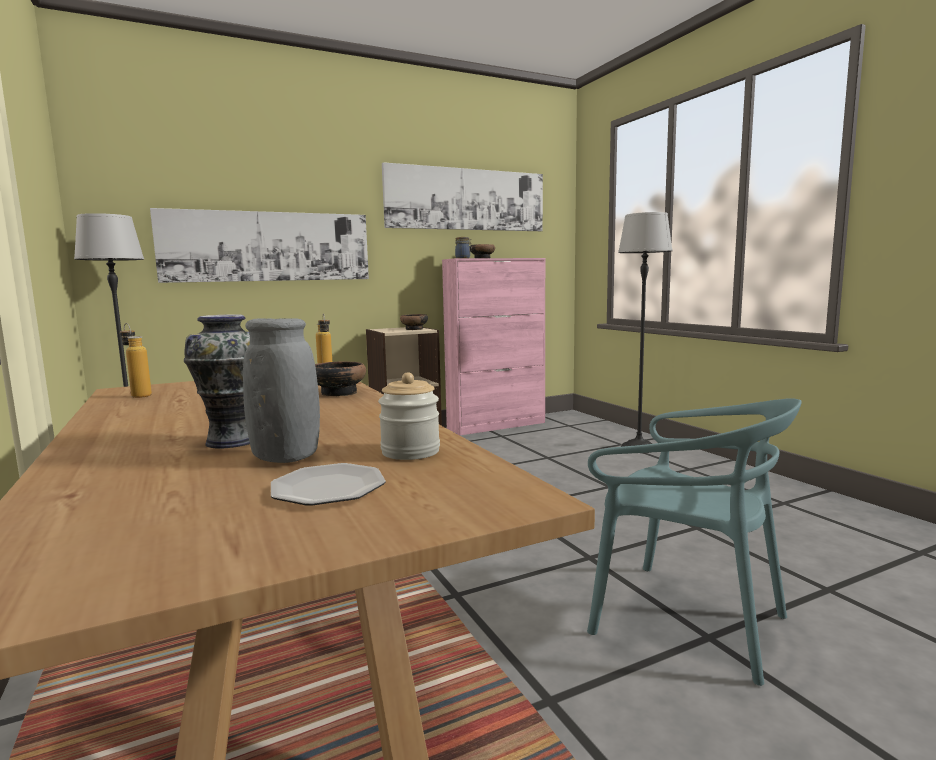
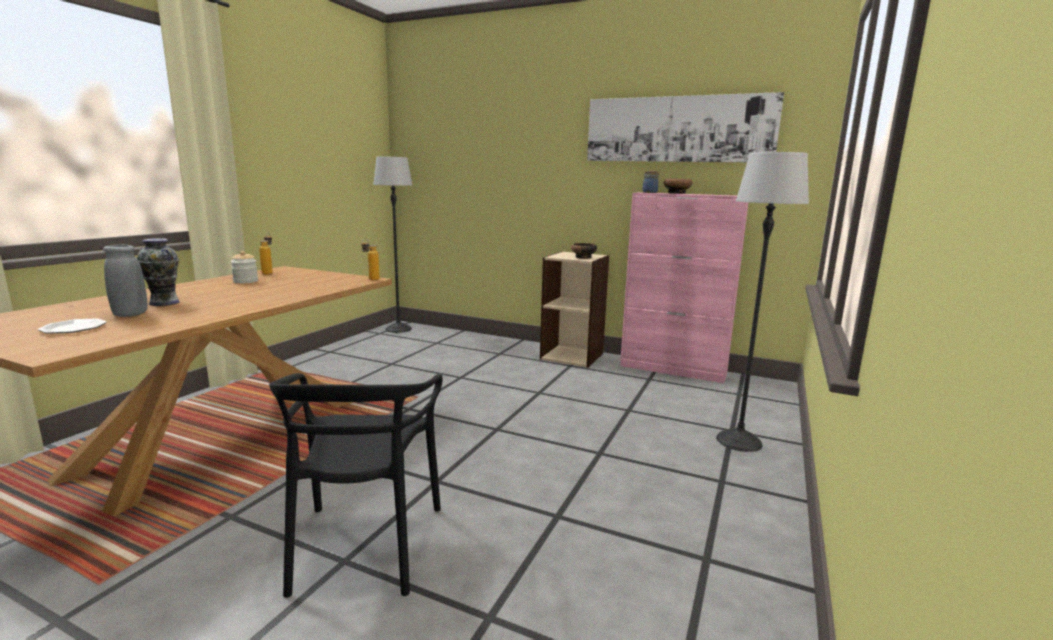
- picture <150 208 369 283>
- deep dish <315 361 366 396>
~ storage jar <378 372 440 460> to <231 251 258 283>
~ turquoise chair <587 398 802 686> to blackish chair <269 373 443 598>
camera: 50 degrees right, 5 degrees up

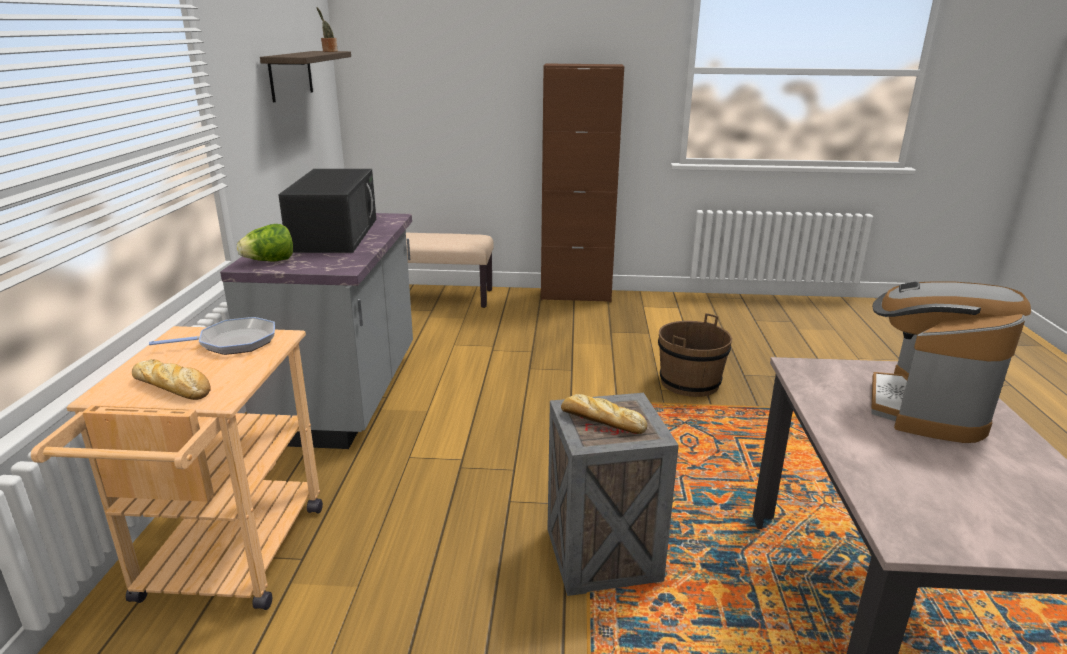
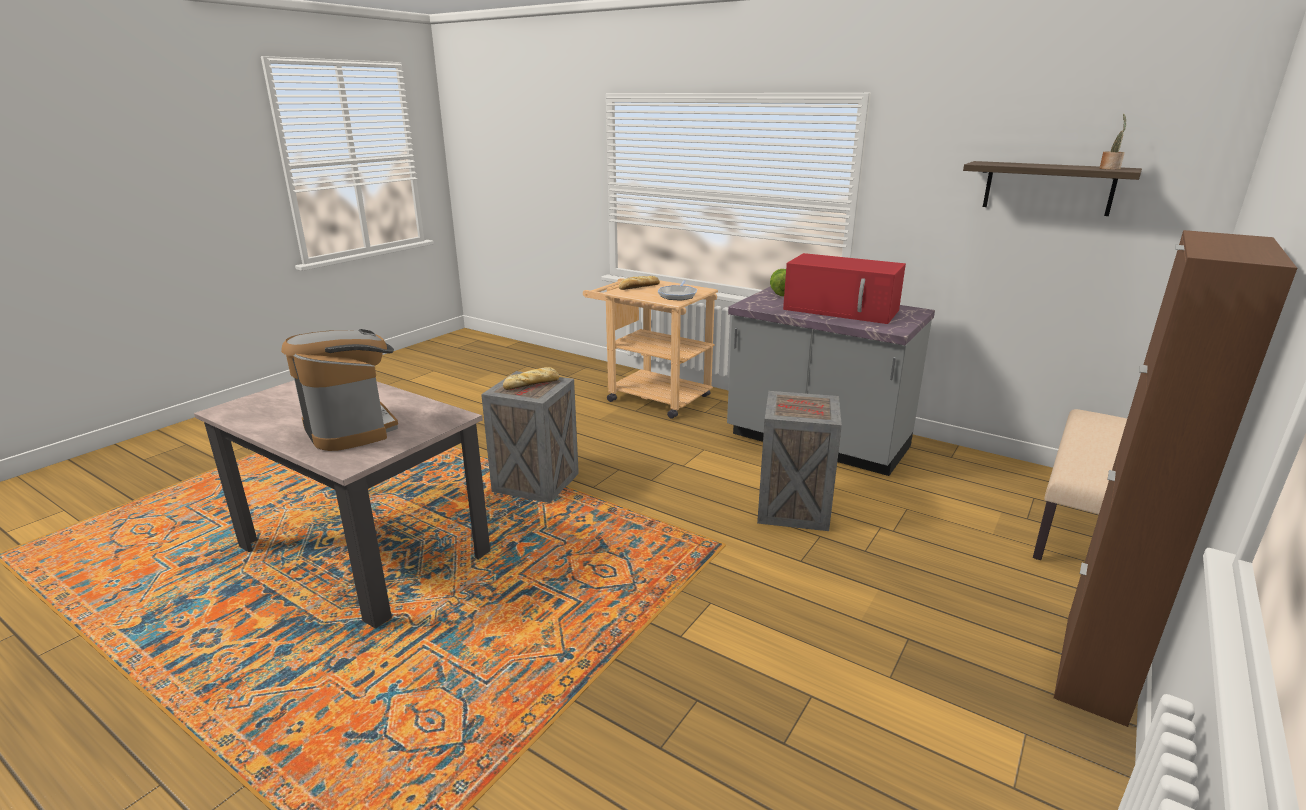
~ blackish kitchen microwave <278 169 376 253> to red-coloured kitchen microwave <783 253 906 324>
- brown-coloured bucket <658 313 732 397>
+ packing crate <757 391 842 531>
camera: 120 degrees right, 0 degrees up

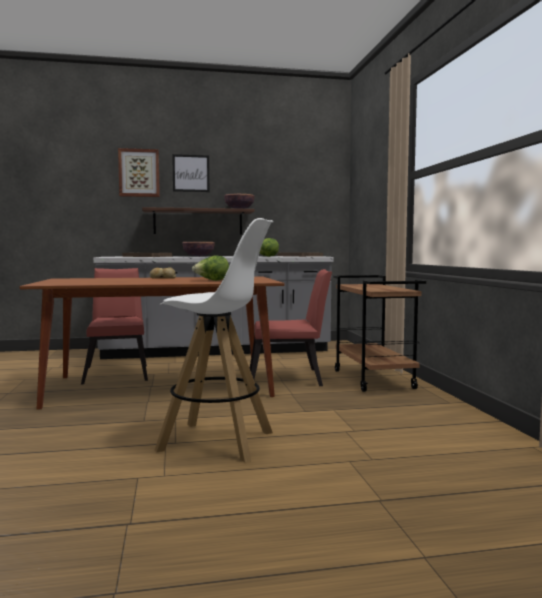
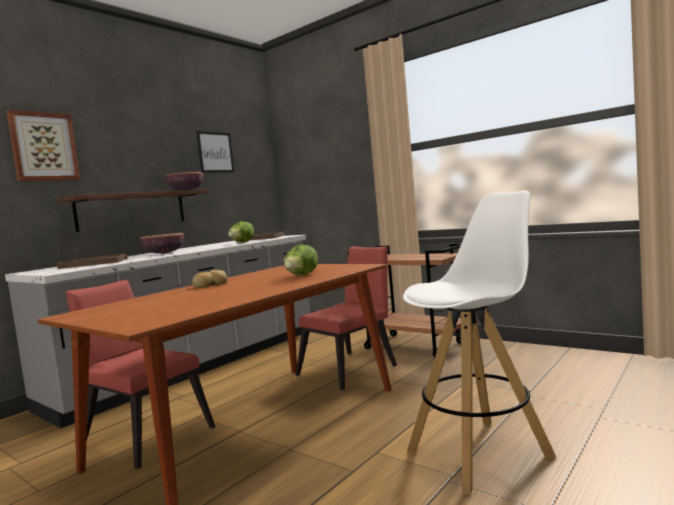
~ picture <172 154 209 192> to <196 131 234 173>
camera: 40 degrees left, 0 degrees up

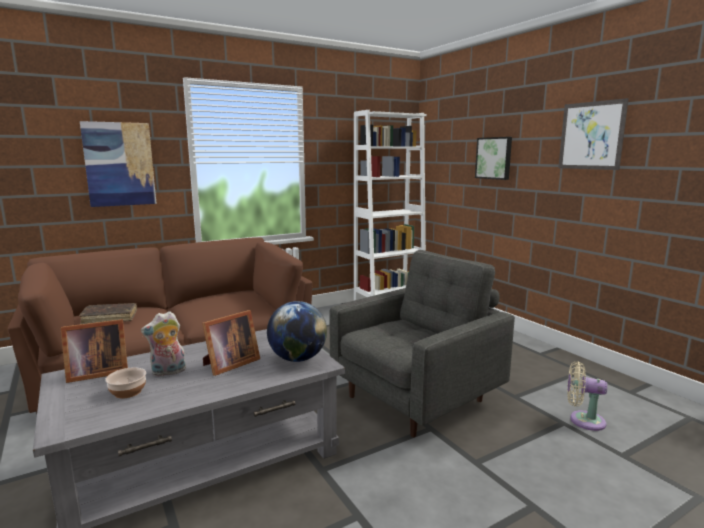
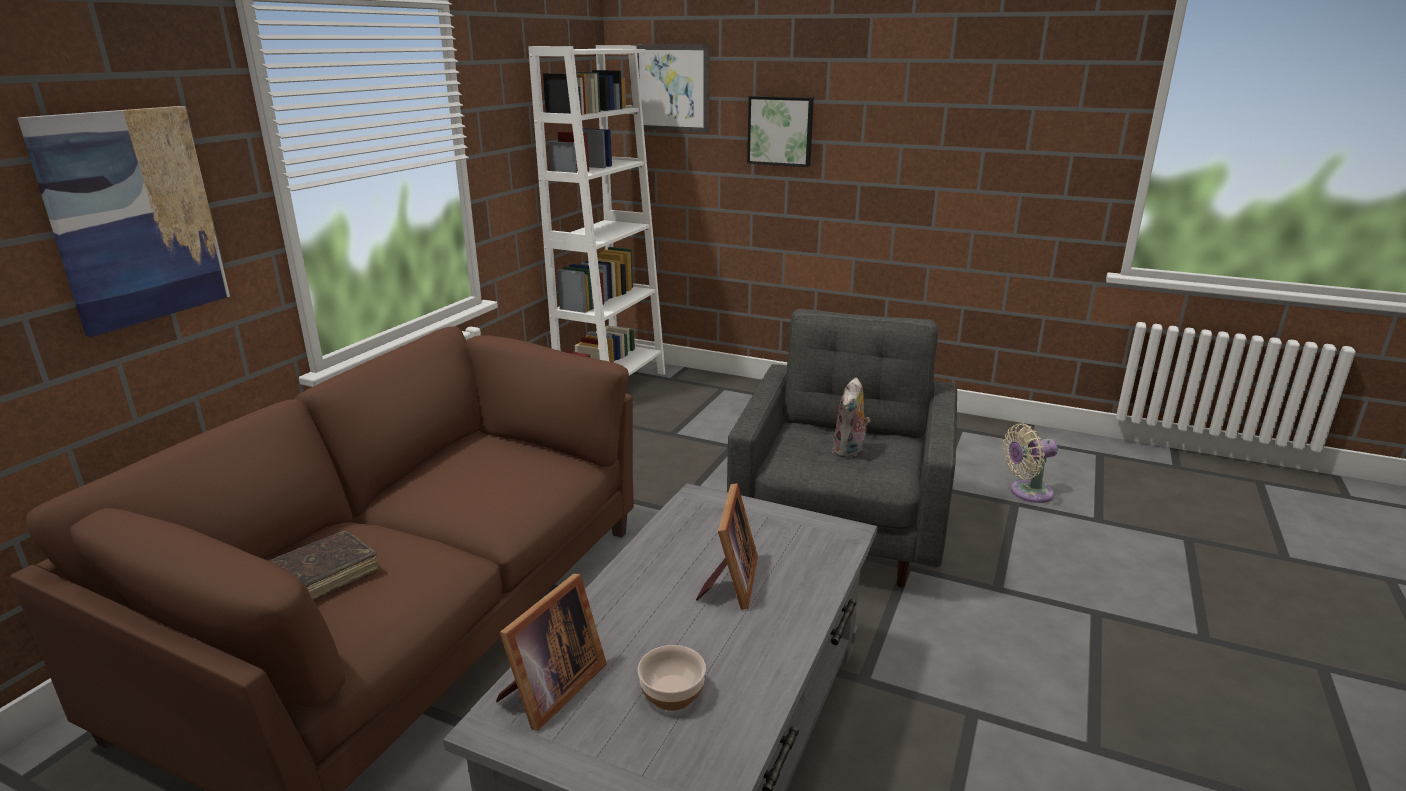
~ picture <558 98 629 170> to <634 44 709 133>
- globe <267 301 327 362>
~ cuddly toy <141 311 186 377> to <832 377 870 458>
camera: 35 degrees left, 10 degrees up

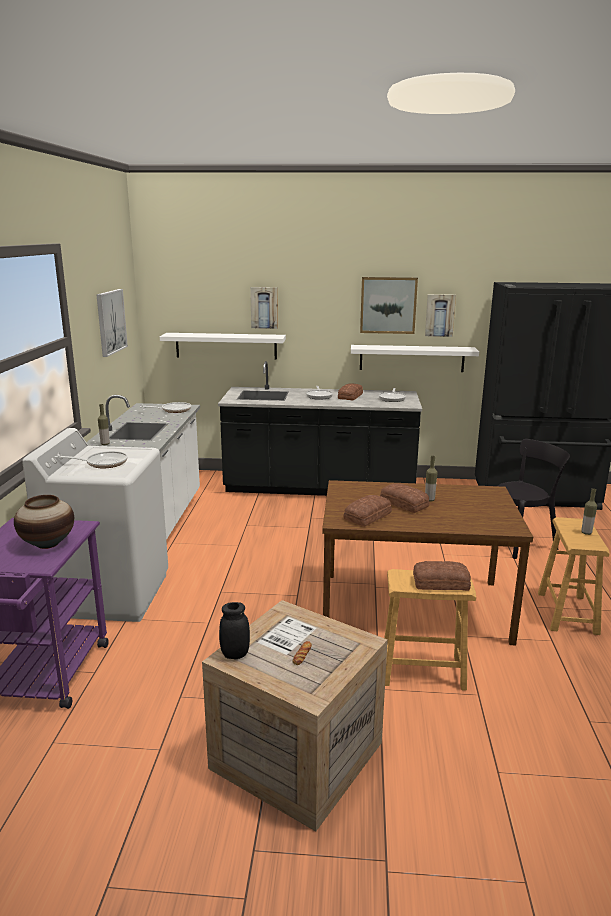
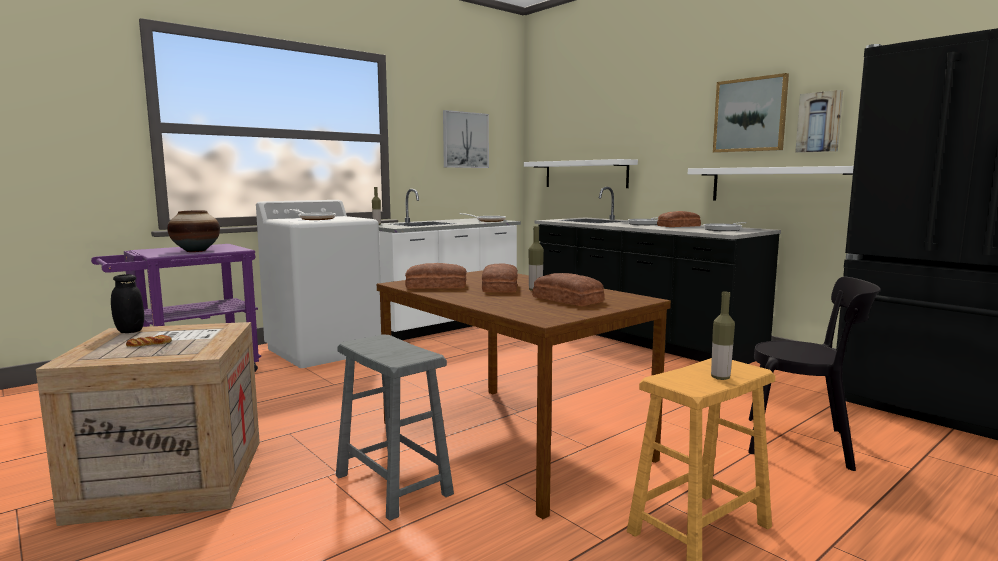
- picture <250 287 278 329>
~ bakery bread <413 561 471 591> to <532 273 605 306>
~ brown-coloured sitting stool <384 569 476 691> to grey sitting stool <336 334 454 521>
camera: 45 degrees right, 10 degrees down

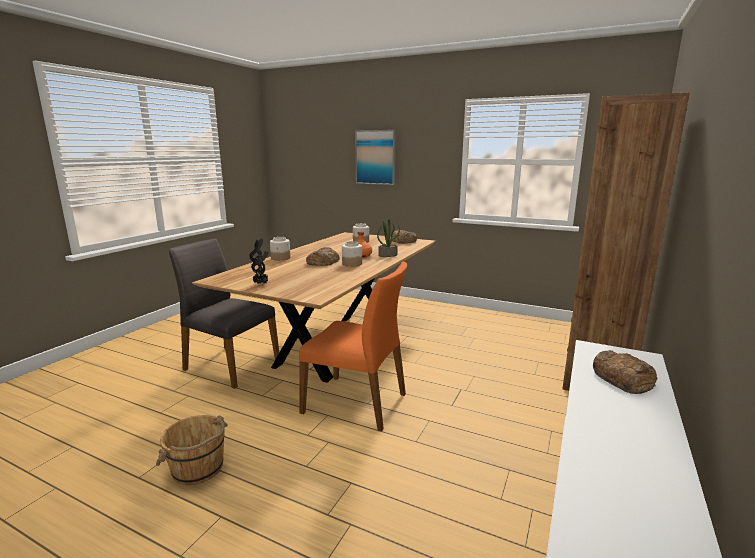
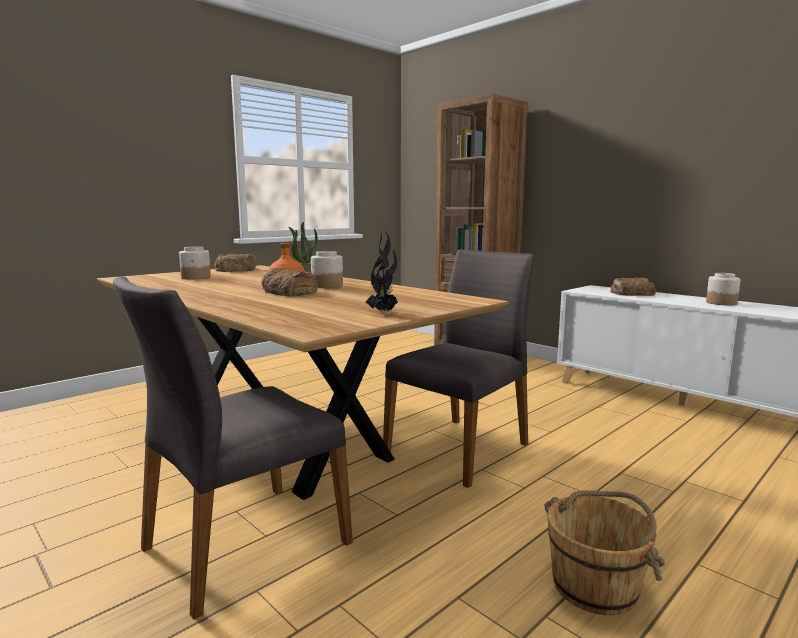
- picture <355 130 395 185>
~ storage jar <270 237 291 261> to <706 273 740 305>
~ orange-coloured chair <299 262 407 431> to grey chair <383 249 534 488>
camera: 70 degrees left, 5 degrees down

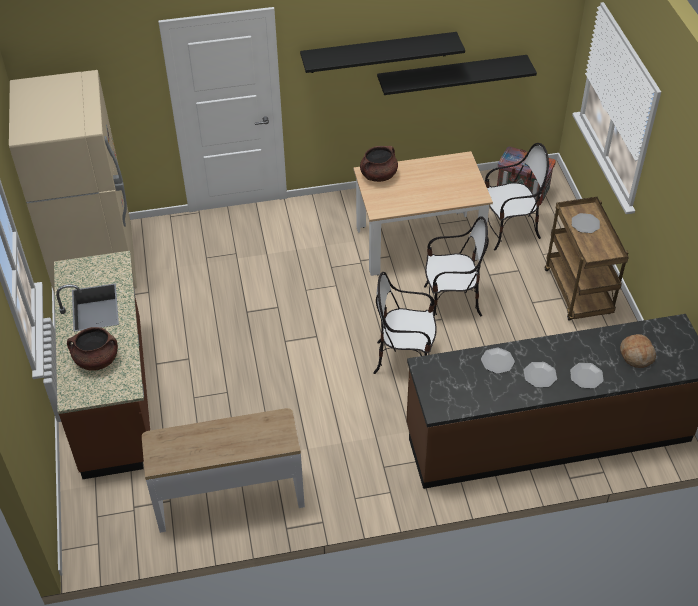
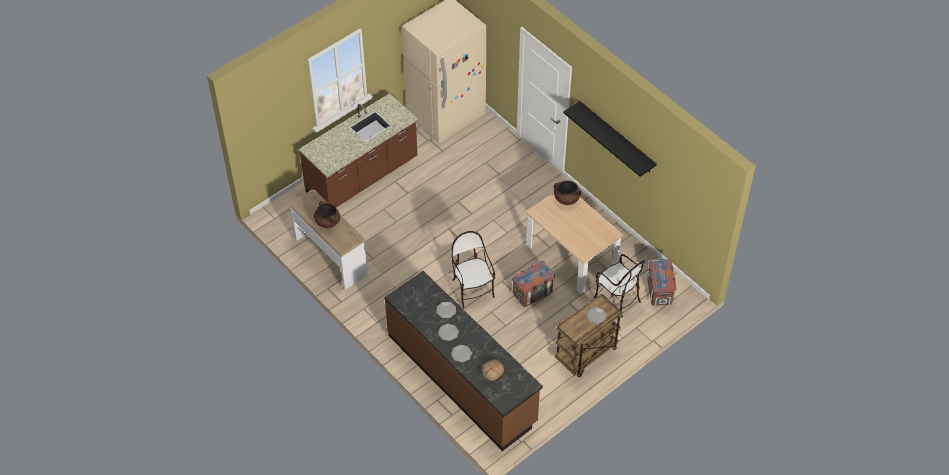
- blackish wall shelf <377 55 537 95>
~ chair <424 216 489 316> to packing crate <512 261 555 307>
~ brown-coloured cooking pot <67 327 118 371> to <314 201 340 228>
camera: 60 degrees right, 5 degrees up

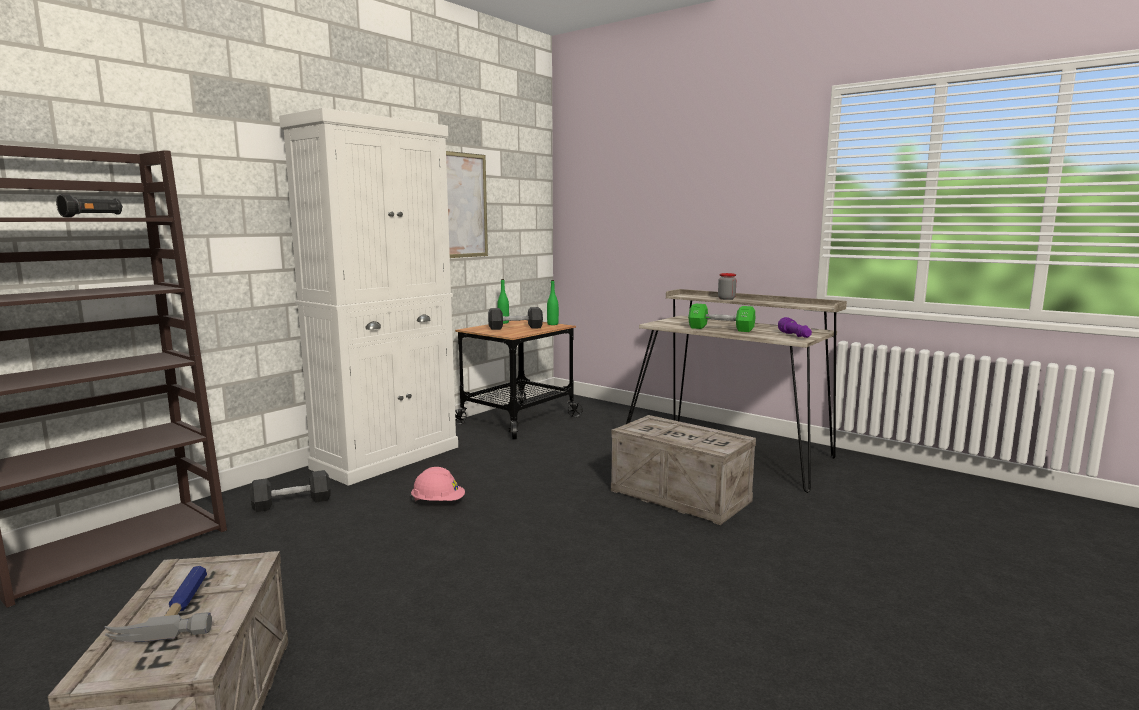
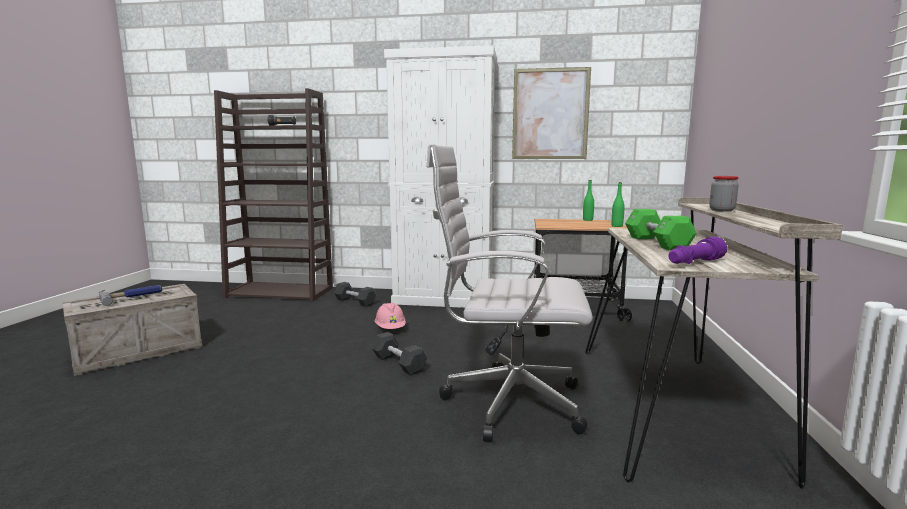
~ blackish free weight <488 307 543 330> to <371 332 428 375>
~ packing crate <611 415 756 525> to white office chair <426 144 593 442>
camera: 60 degrees right, 0 degrees up

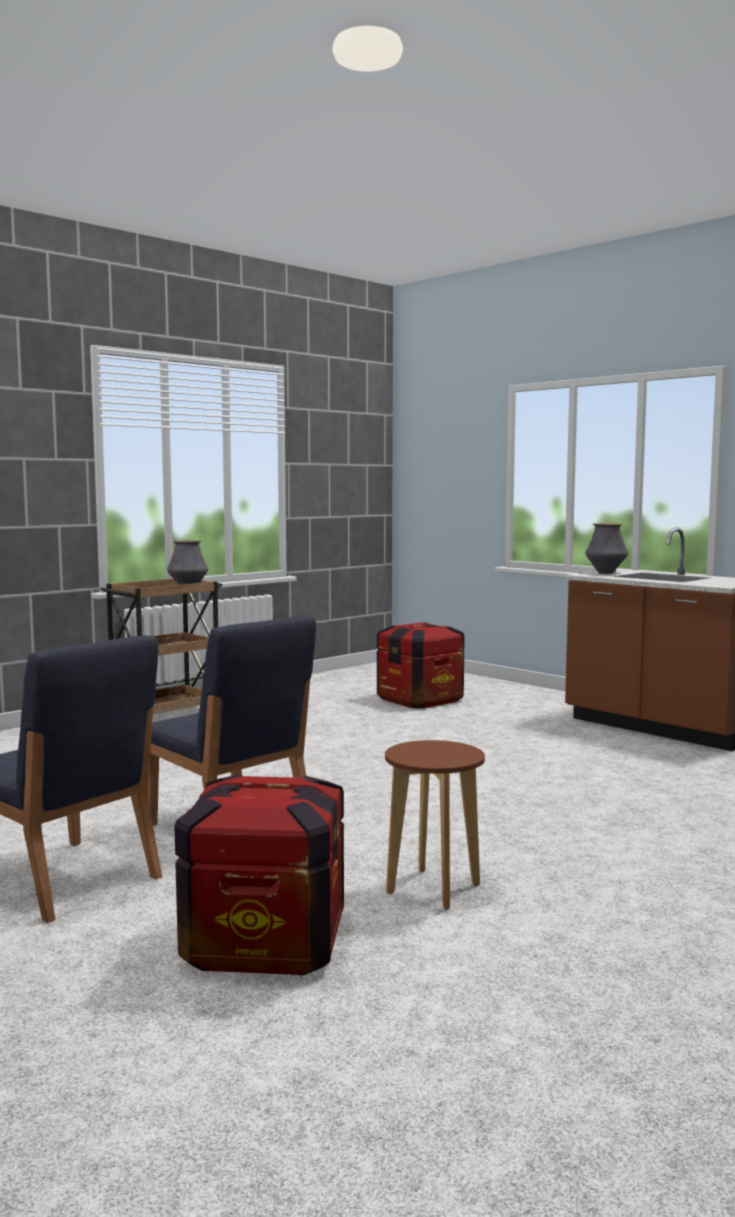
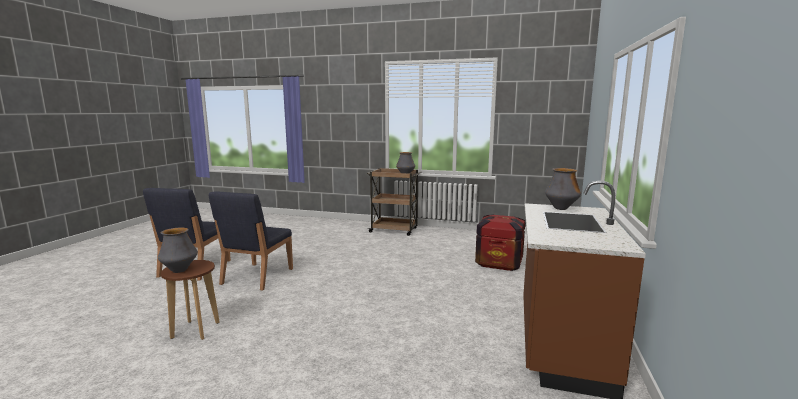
- packing crate <174 774 344 976>
+ vase <158 228 198 273>
camera: 60 degrees right, 5 degrees up

